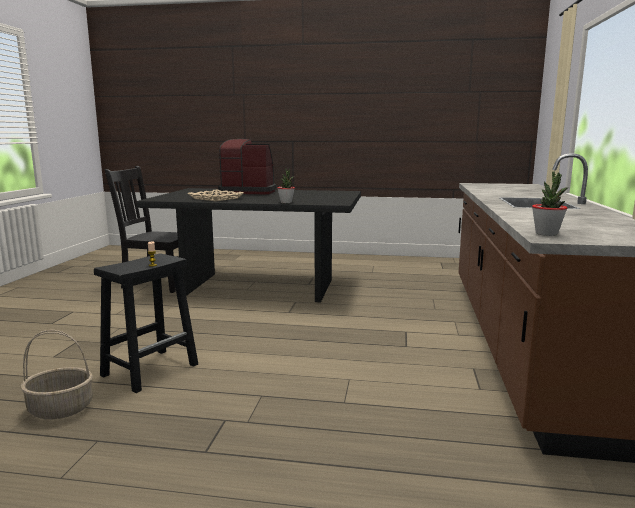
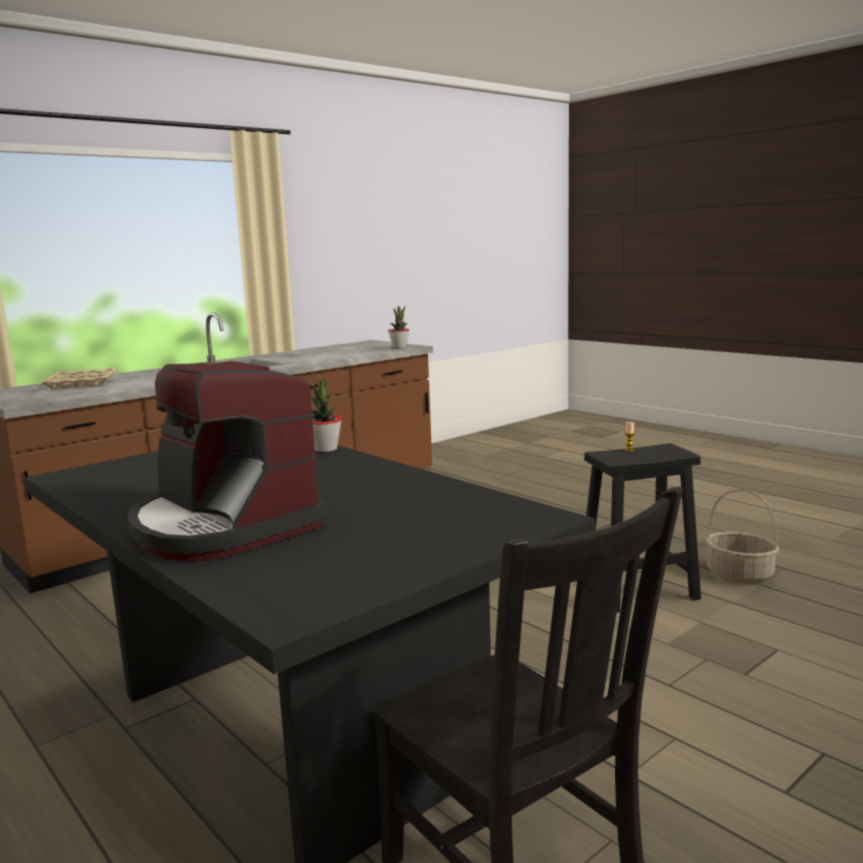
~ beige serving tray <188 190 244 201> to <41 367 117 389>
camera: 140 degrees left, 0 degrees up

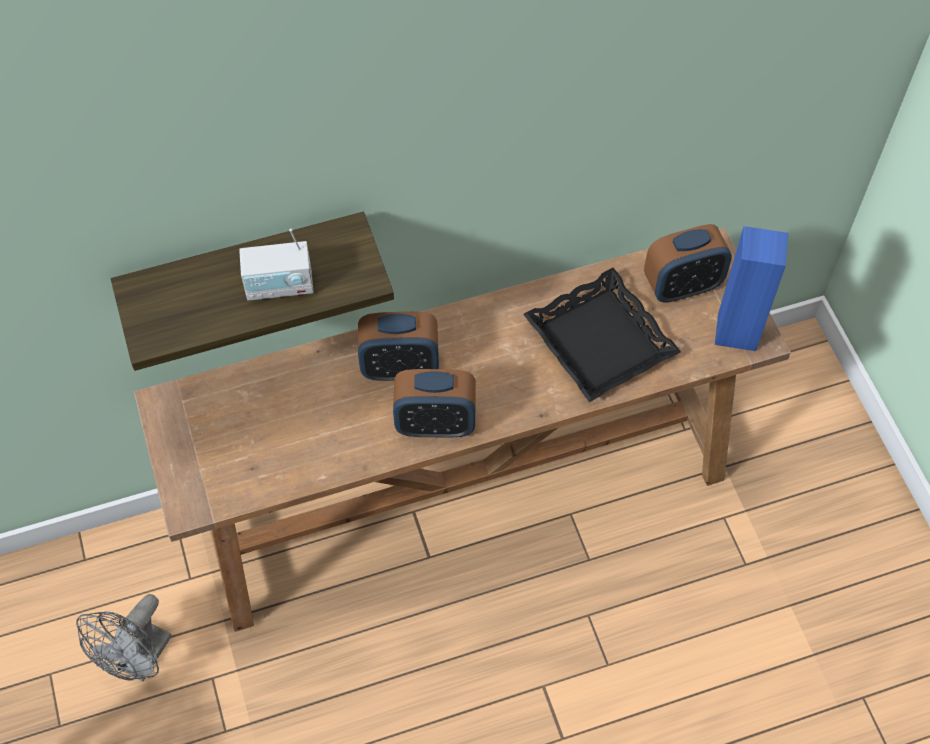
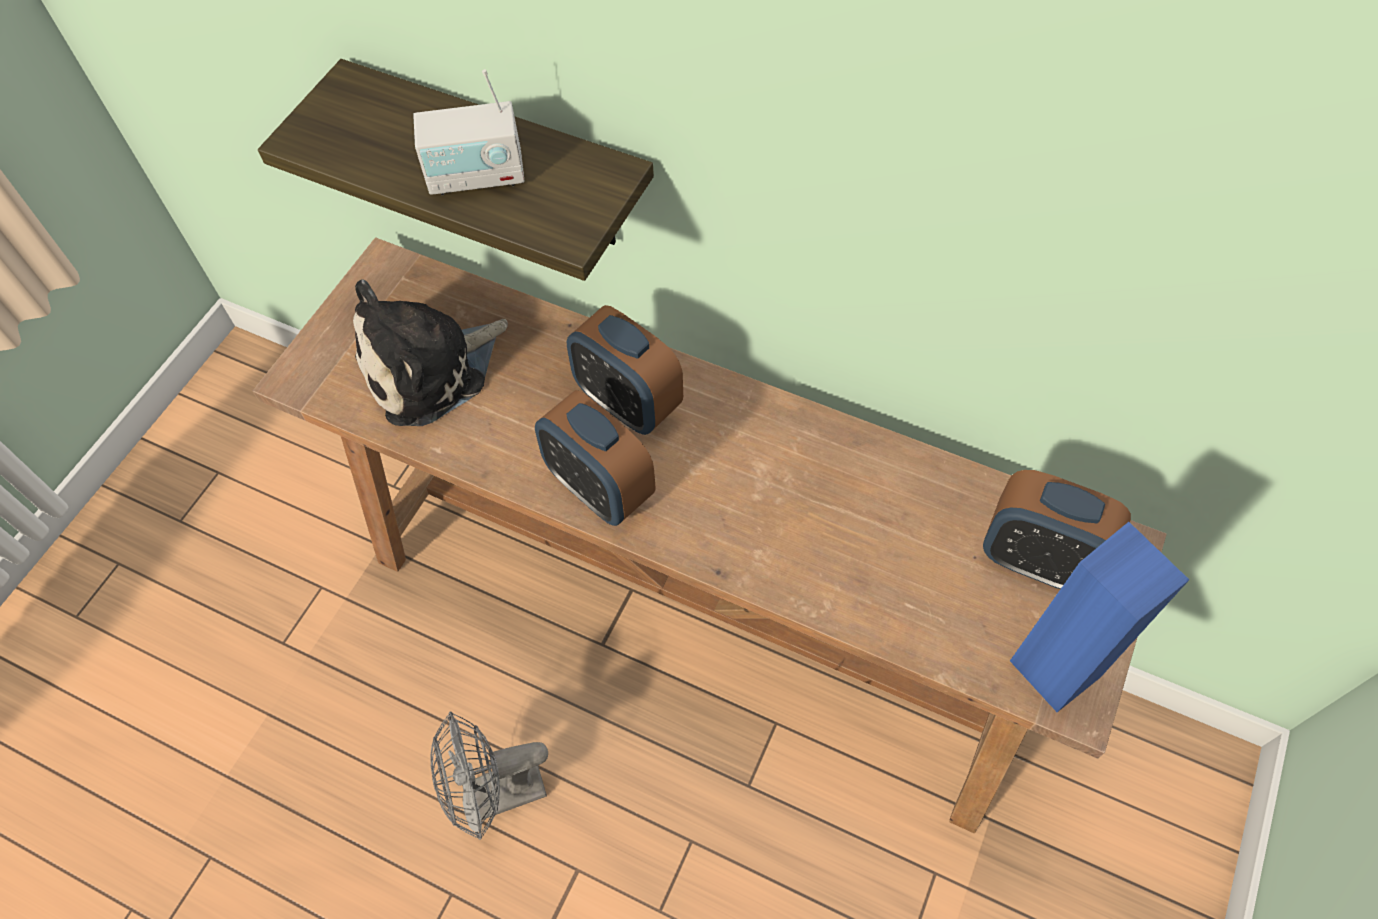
~ radio receiver <239 229 313 300> = <413 69 524 195> 45 degrees counterclockwise
- blackish serving tray <523 268 681 402>
~ grey cooling fan <76 594 172 681> to <430 711 548 840>
+ cuddly toy <353 279 508 426>
camera: 45 degrees right, 0 degrees up

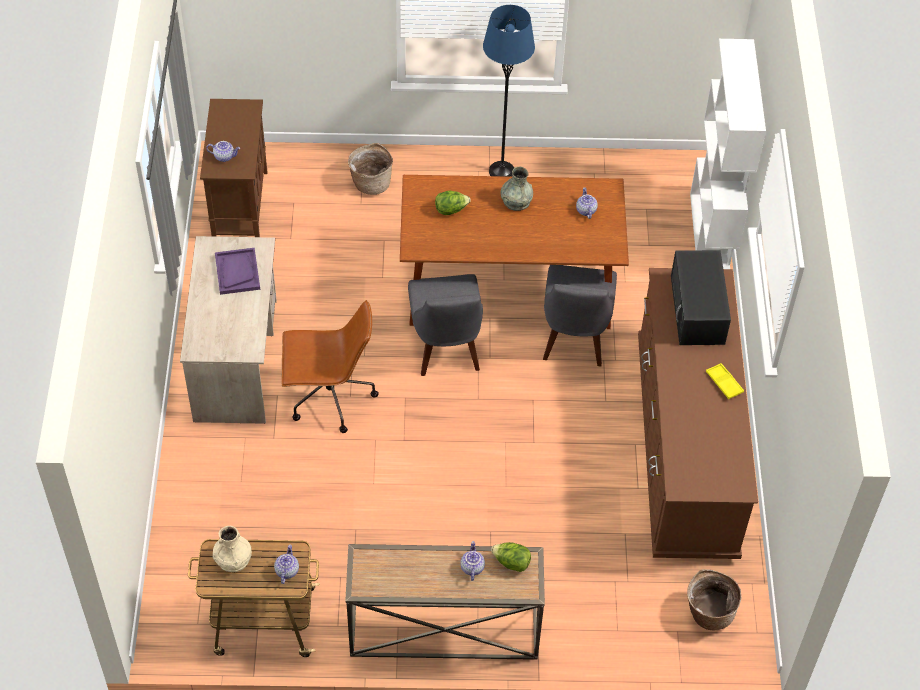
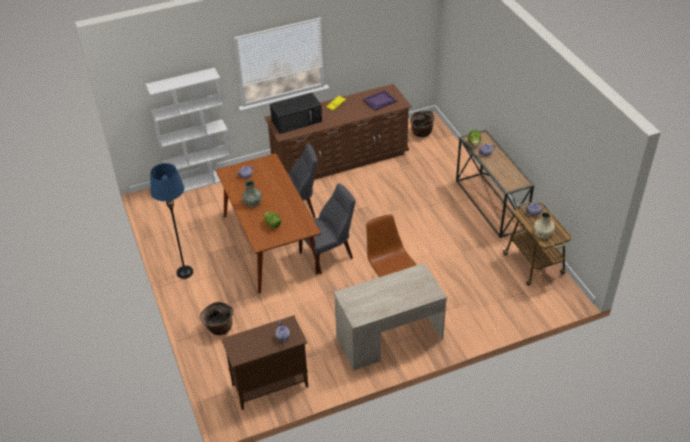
~ purplish serving tray <215 248 260 295> to <363 90 397 111>
camera: 110 degrees left, 10 degrees down

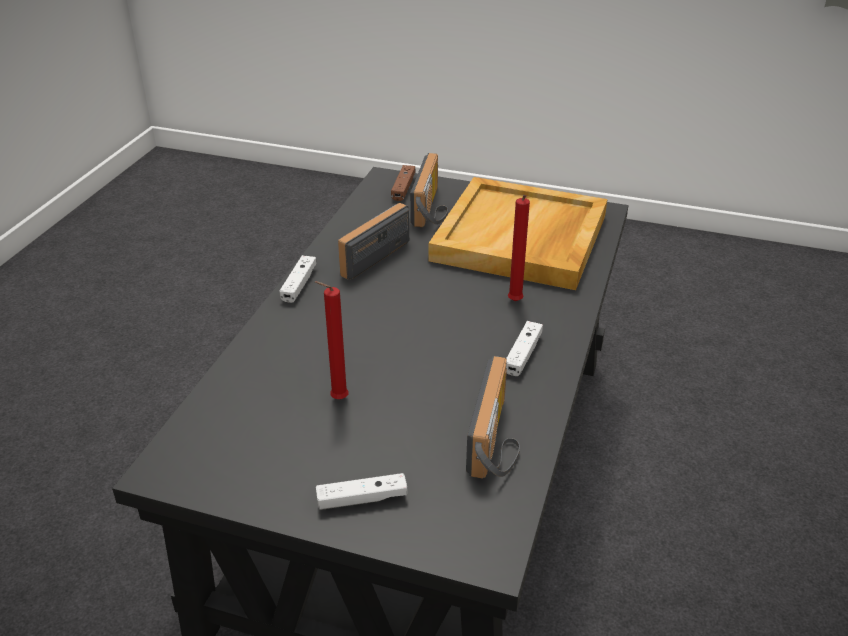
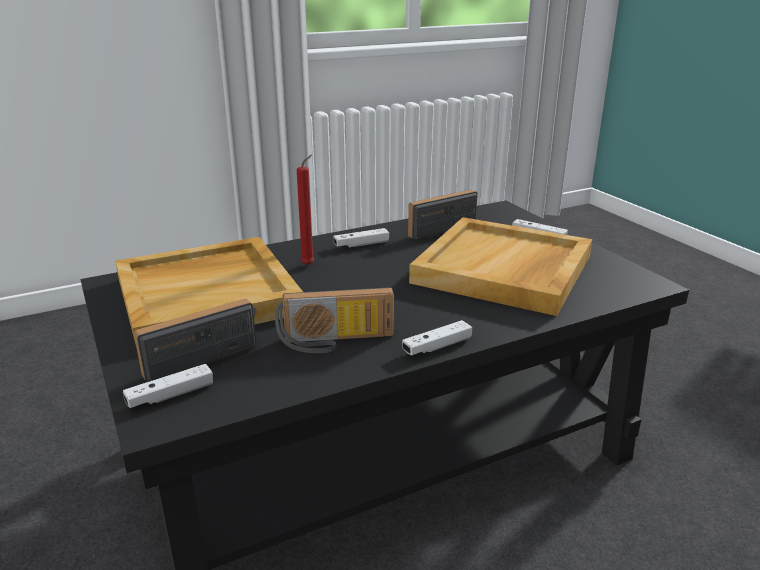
~ brown-coloured joypad <391 165 416 201> to white joypad <123 364 213 408>
~ red-coloured wax candle <315 281 348 399> to beige serving tray <409 217 592 316>
camera: 135 degrees left, 10 degrees down

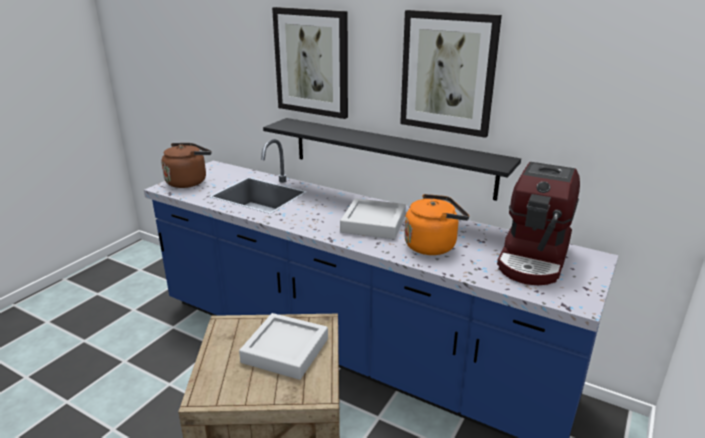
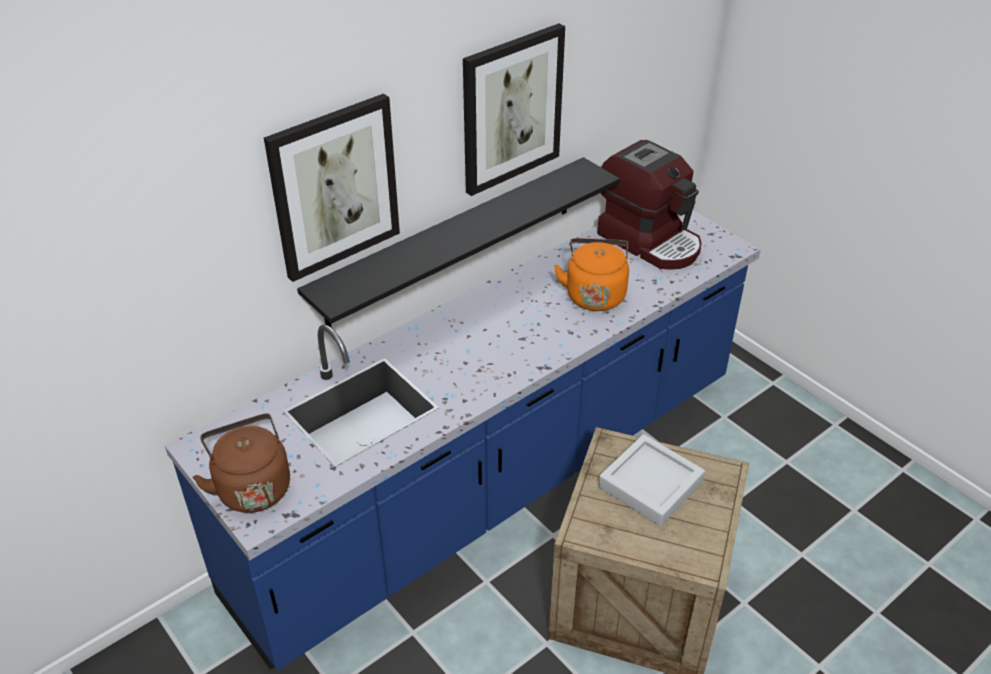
- grey serving tray <340 198 406 239>
camera: 70 degrees left, 15 degrees up

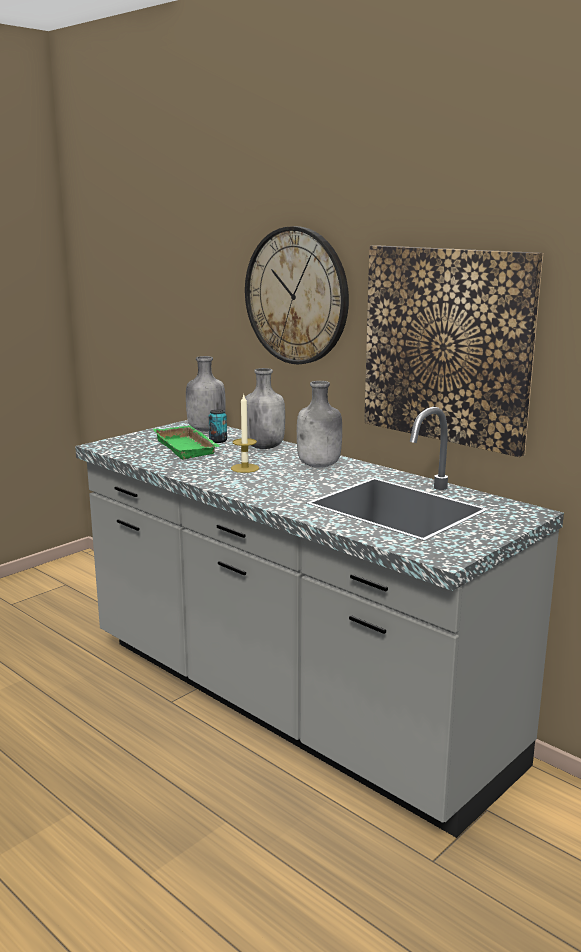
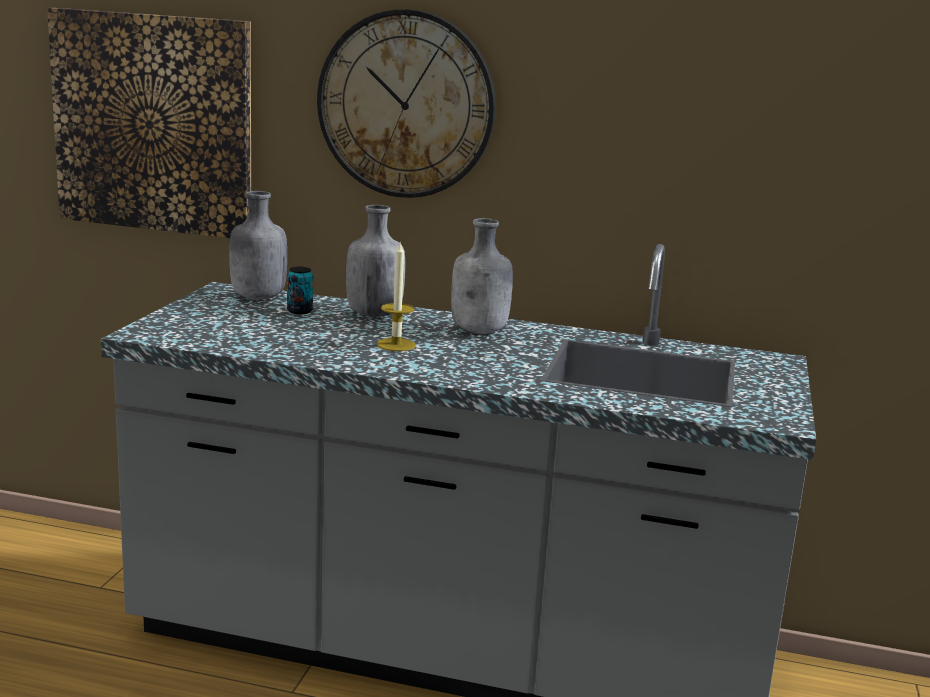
~ picture <364 245 543 457> to <47 8 251 238>
- greenish serving tray <153 425 221 460>
camera: 30 degrees left, 0 degrees up

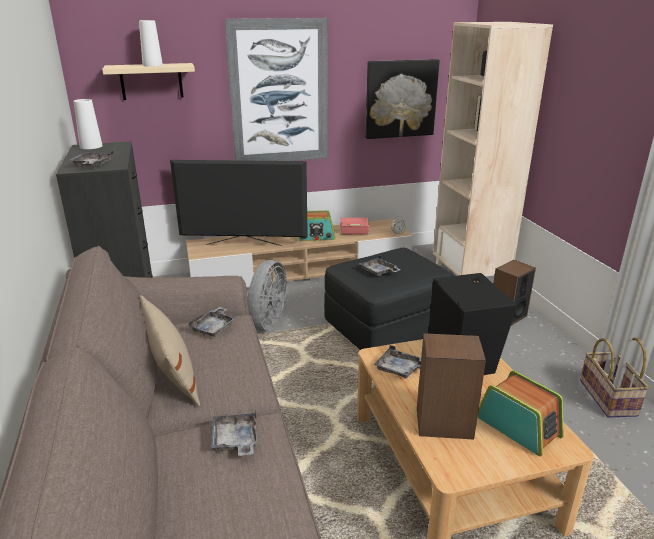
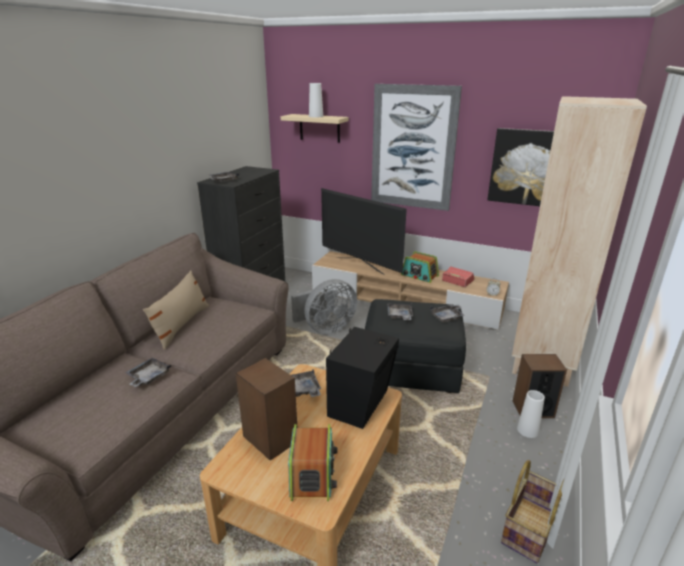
~ white vase <74 99 103 149> to <517 390 545 438>
~ grey serving tray <188 307 237 337> to <429 304 464 322>
camera: 40 degrees right, 0 degrees up

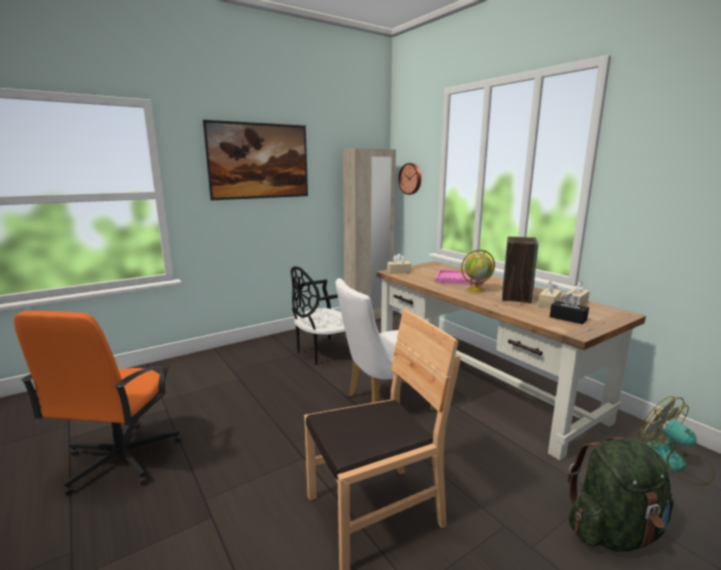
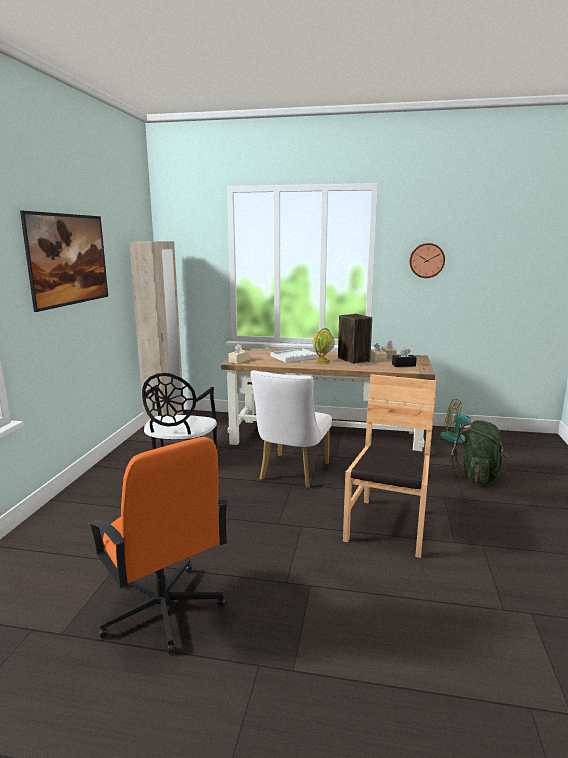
~ hanging clock <398 163 421 195> to <410 243 445 278>
~ pinkish serving tray <435 270 483 286> to white serving tray <271 348 319 362>
camera: 45 degrees left, 0 degrees up

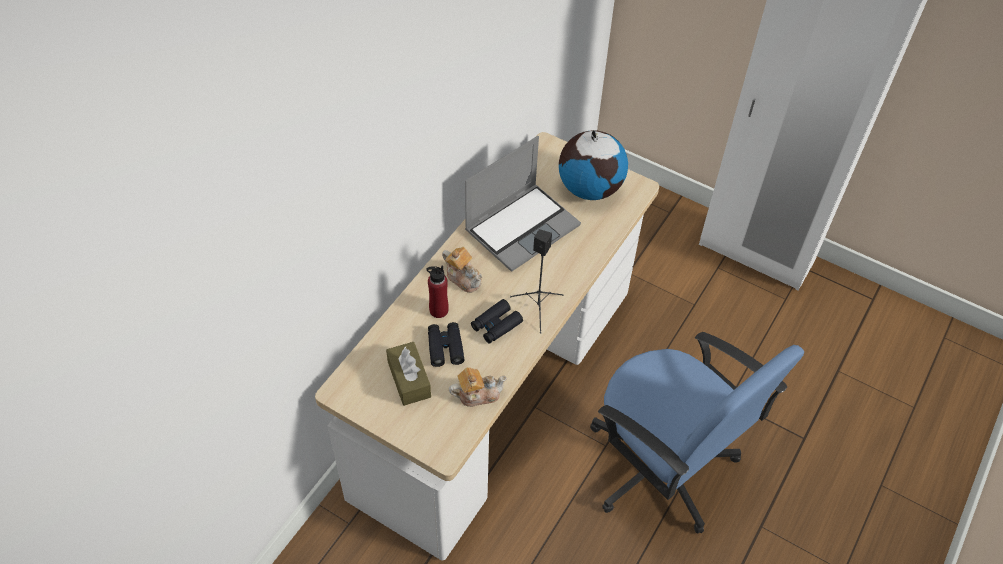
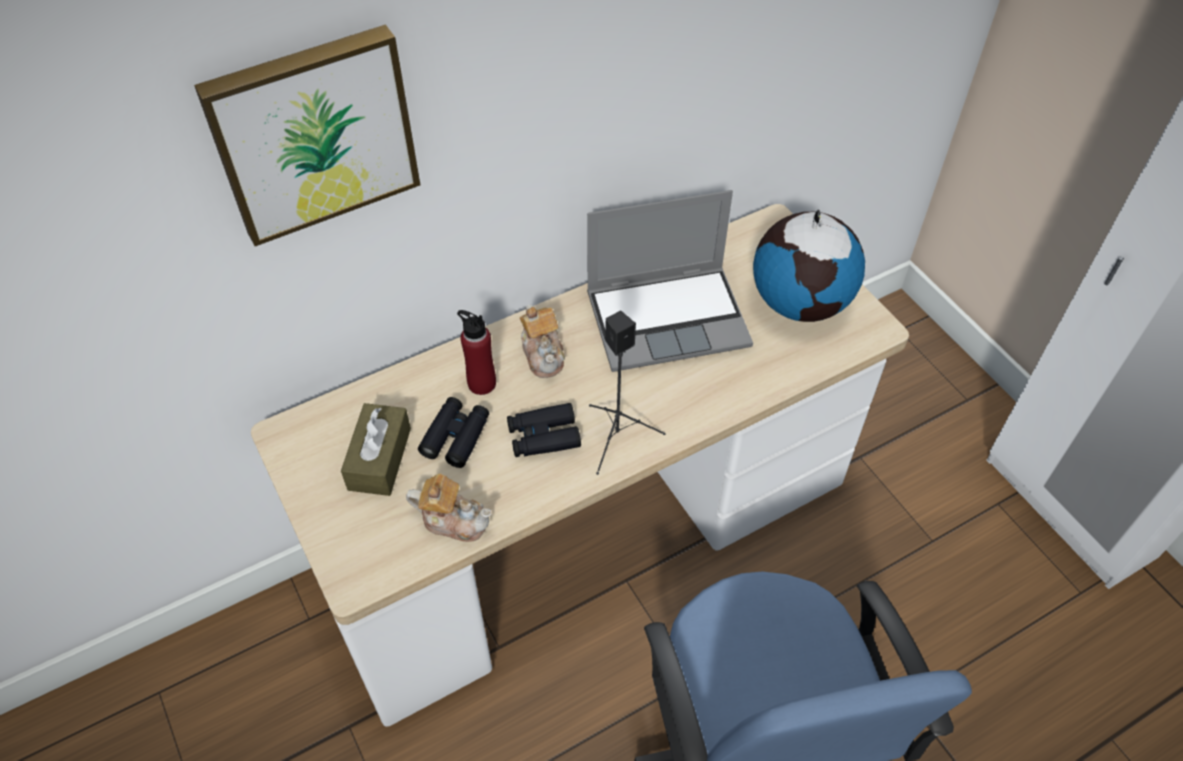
+ picture <194 24 420 246>
camera: 30 degrees right, 0 degrees up

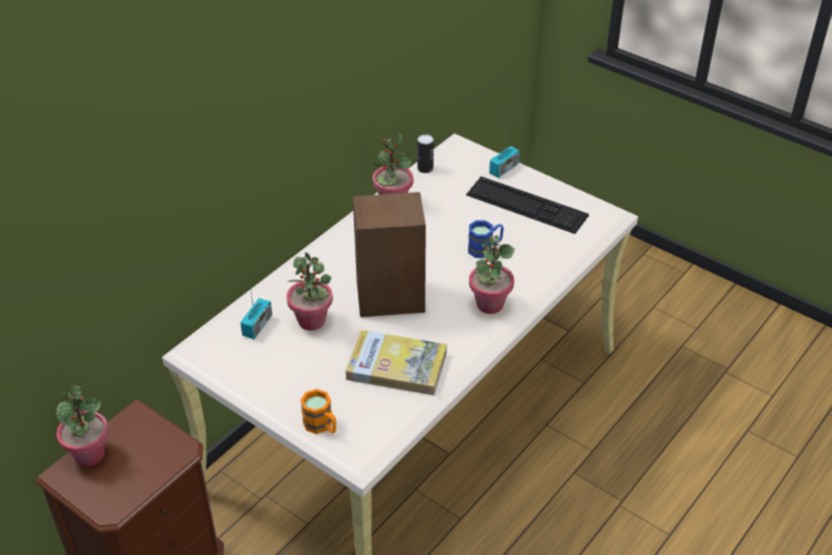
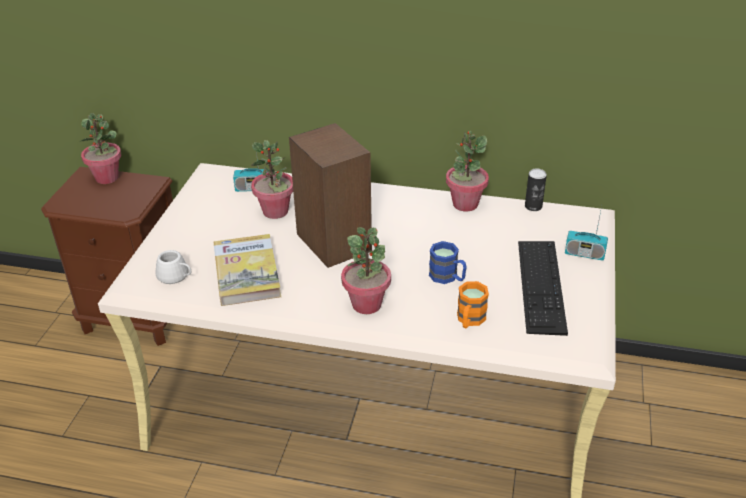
~ orange-coloured tea mug <300 389 336 434> to <457 281 489 328>
+ white tea mug <156 250 191 284>
camera: 65 degrees right, 5 degrees down

